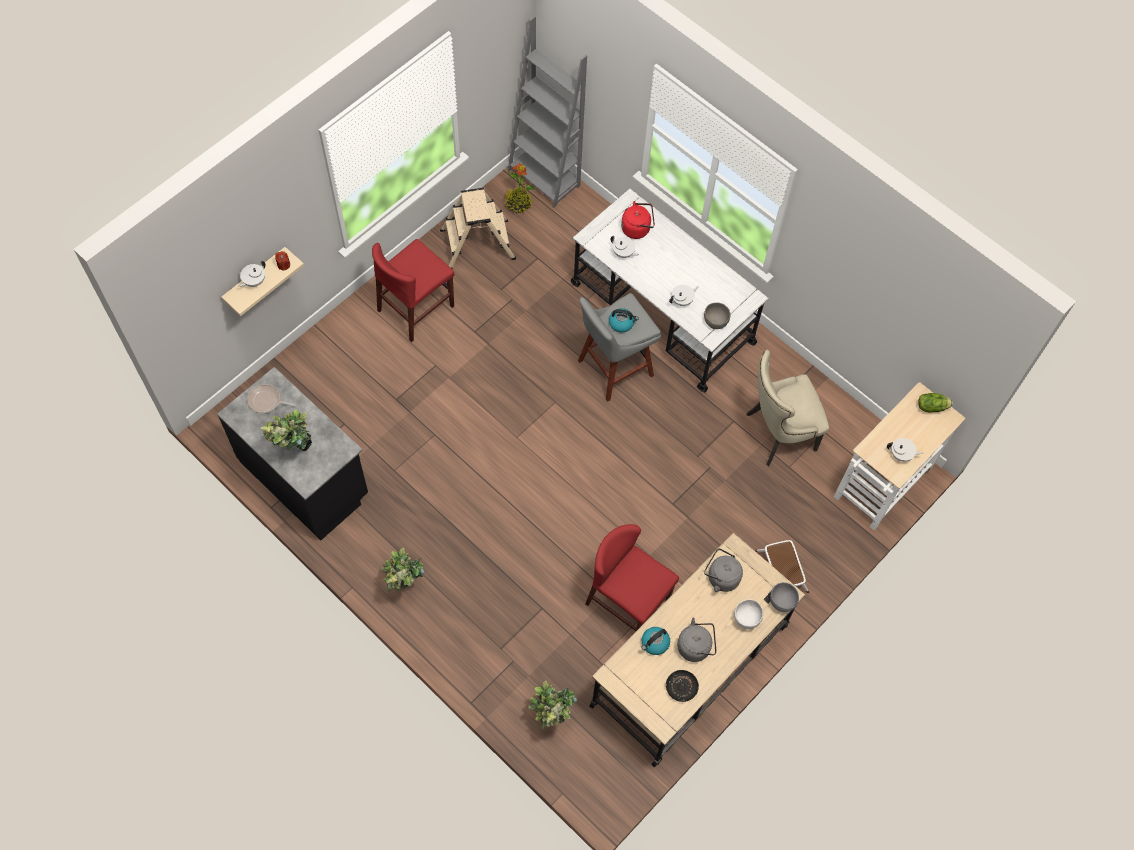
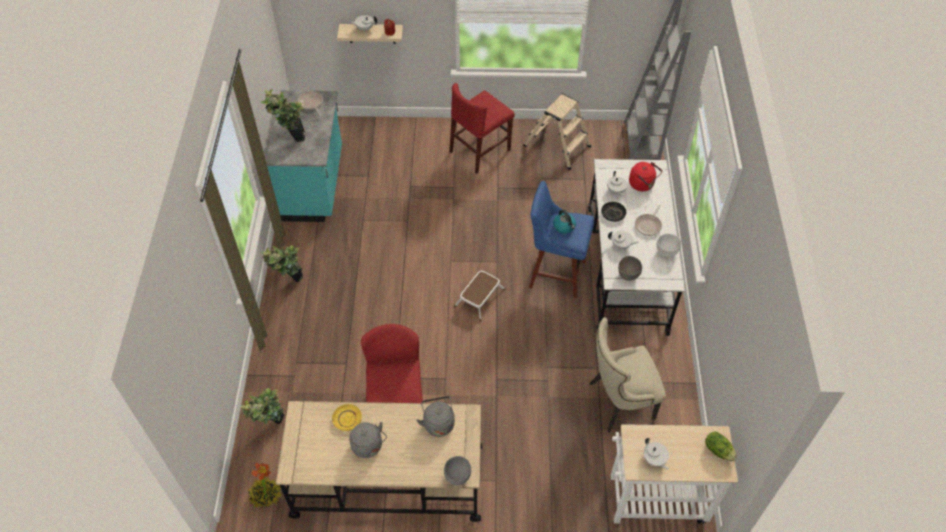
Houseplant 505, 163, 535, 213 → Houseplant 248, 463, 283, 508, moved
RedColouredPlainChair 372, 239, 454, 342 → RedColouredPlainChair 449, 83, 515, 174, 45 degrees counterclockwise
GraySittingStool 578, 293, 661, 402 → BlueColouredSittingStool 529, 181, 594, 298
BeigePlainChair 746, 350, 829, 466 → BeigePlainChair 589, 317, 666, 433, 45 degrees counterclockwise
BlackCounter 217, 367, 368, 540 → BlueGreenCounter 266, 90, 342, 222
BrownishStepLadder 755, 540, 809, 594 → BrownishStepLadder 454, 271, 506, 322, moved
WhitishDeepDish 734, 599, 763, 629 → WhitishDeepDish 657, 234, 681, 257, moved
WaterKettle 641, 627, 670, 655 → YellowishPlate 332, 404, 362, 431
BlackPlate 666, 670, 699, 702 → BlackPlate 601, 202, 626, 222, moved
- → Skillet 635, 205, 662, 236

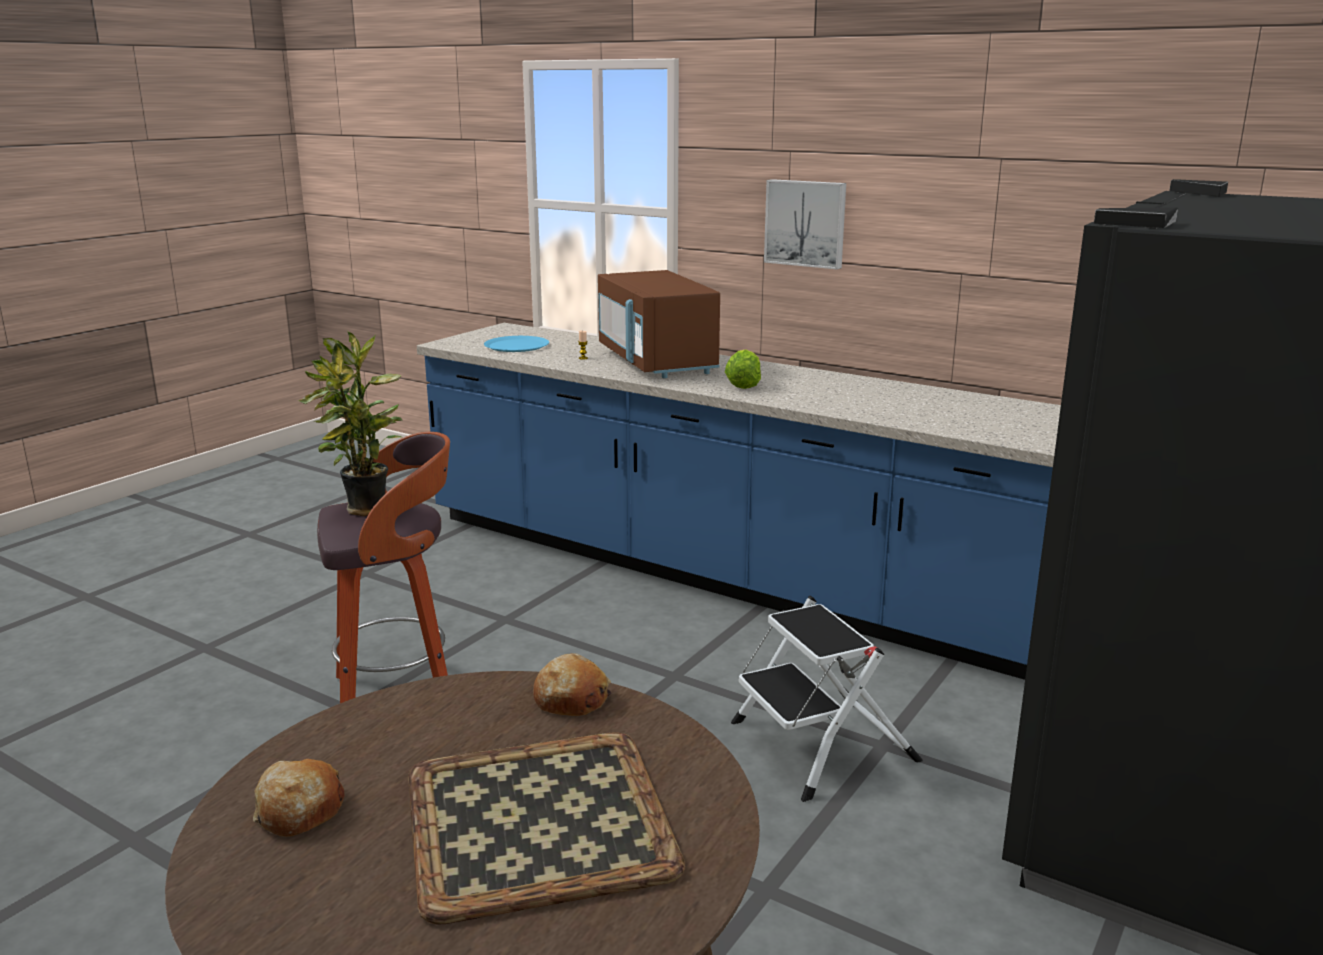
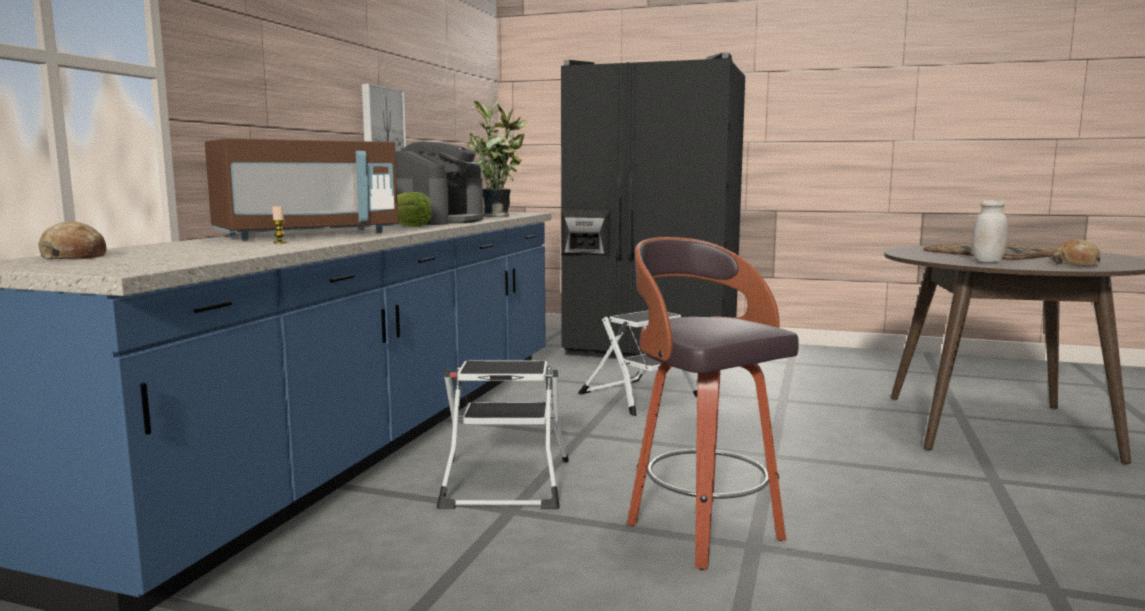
WallArt 764, 179, 846, 269 → WallArt 362, 84, 406, 152, moved
Houseplant 298, 331, 403, 516 → Houseplant 467, 100, 527, 217, moved
BlueColouredPlate 484, 336, 549, 352 → -
BakedBread 533, 653, 612, 716 → BakedBread 38, 221, 106, 260, moved
- → CoffeeMaker 395, 141, 484, 225
- → WhitishStorageJar 972, 200, 1008, 262
- → StepLadder 437, 361, 569, 509

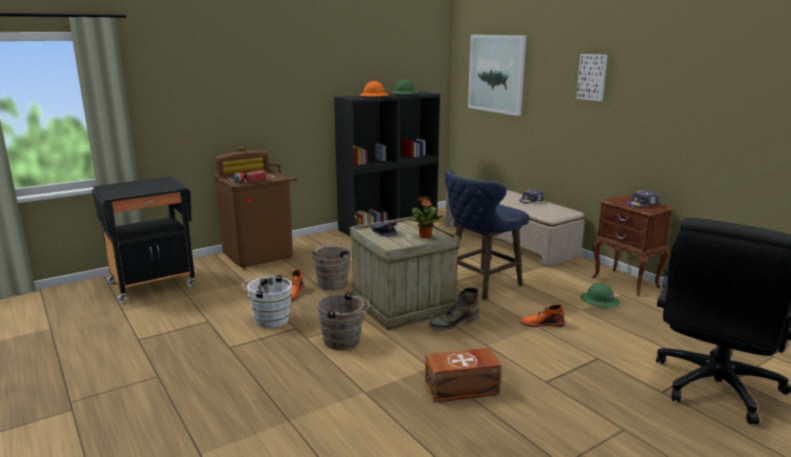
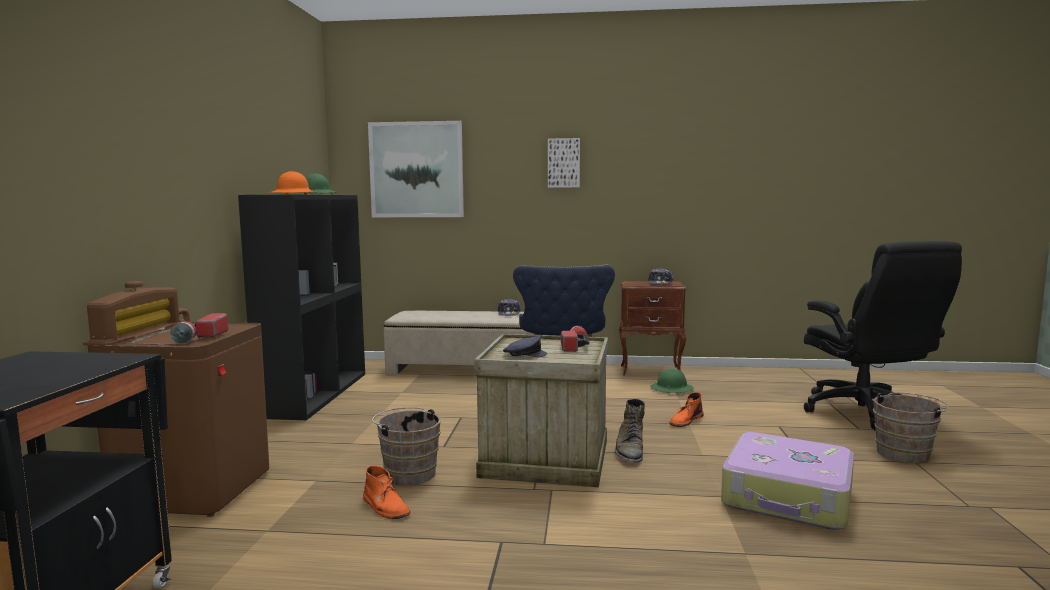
Houseplant 410, 196, 444, 238 → HandTorch 561, 326, 589, 352
WhitishBucket 242, 275, 292, 328 → -
BrownishBucket 317, 292, 369, 350 → BrownishBucket 873, 392, 948, 464, moved
BrownishStorageBox 425, 348, 501, 403 → Suitcase 721, 432, 854, 530

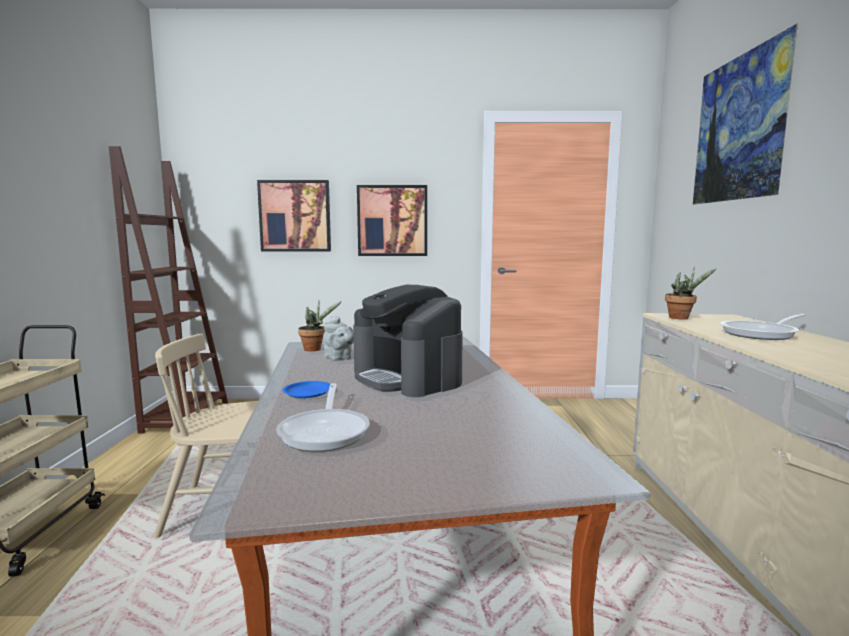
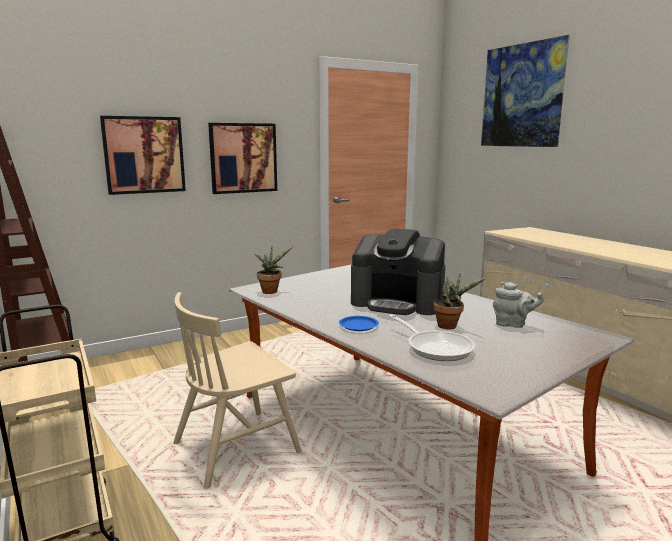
Houseplant 665, 266, 716, 319 → Houseplant 433, 273, 486, 329, moved
Skillet 720, 314, 805, 340 → -
GrayTeaPot 323, 316, 354, 360 → GrayTeaPot 493, 282, 544, 328, moved

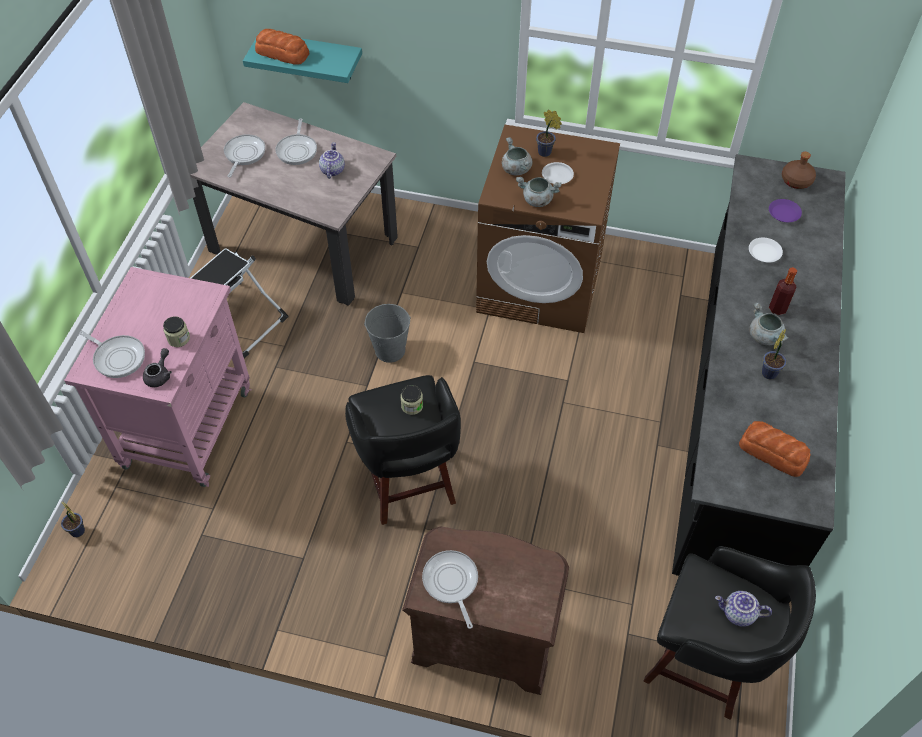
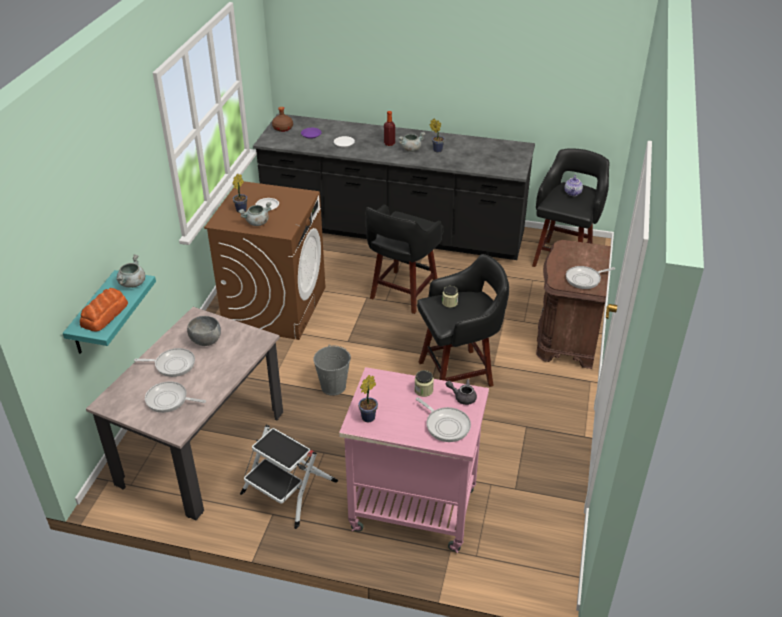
TeaPot 319, 142, 345, 179 → GrayDeepDish 187, 316, 221, 346
GrayStockpot 516, 177, 562, 207 → GrayStockpot 117, 254, 145, 288, moved
Skillet 79, 331, 145, 378 → Skillet 416, 397, 471, 442, 105 degrees clockwise
BakedBread 739, 421, 811, 477 → -
Houseplant 61, 502, 85, 537 → Houseplant 358, 375, 378, 422, moved
- → BlackSittingStool 366, 204, 443, 314

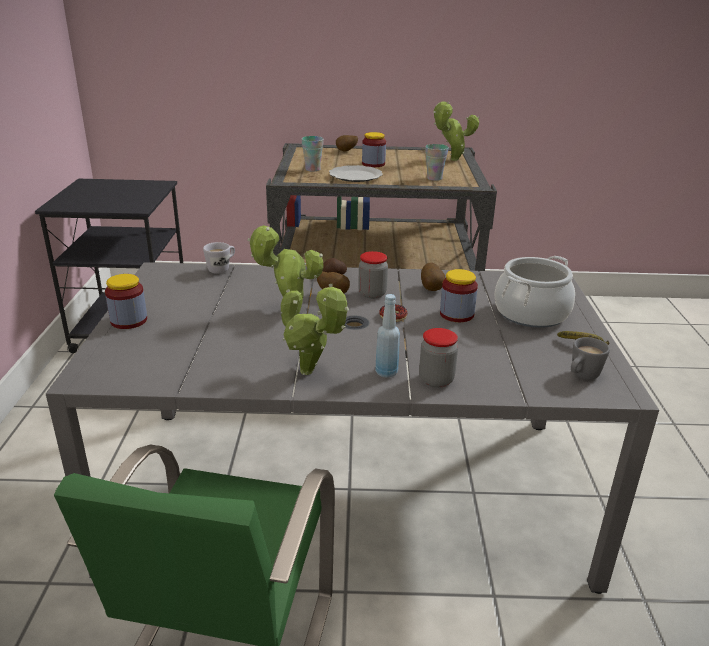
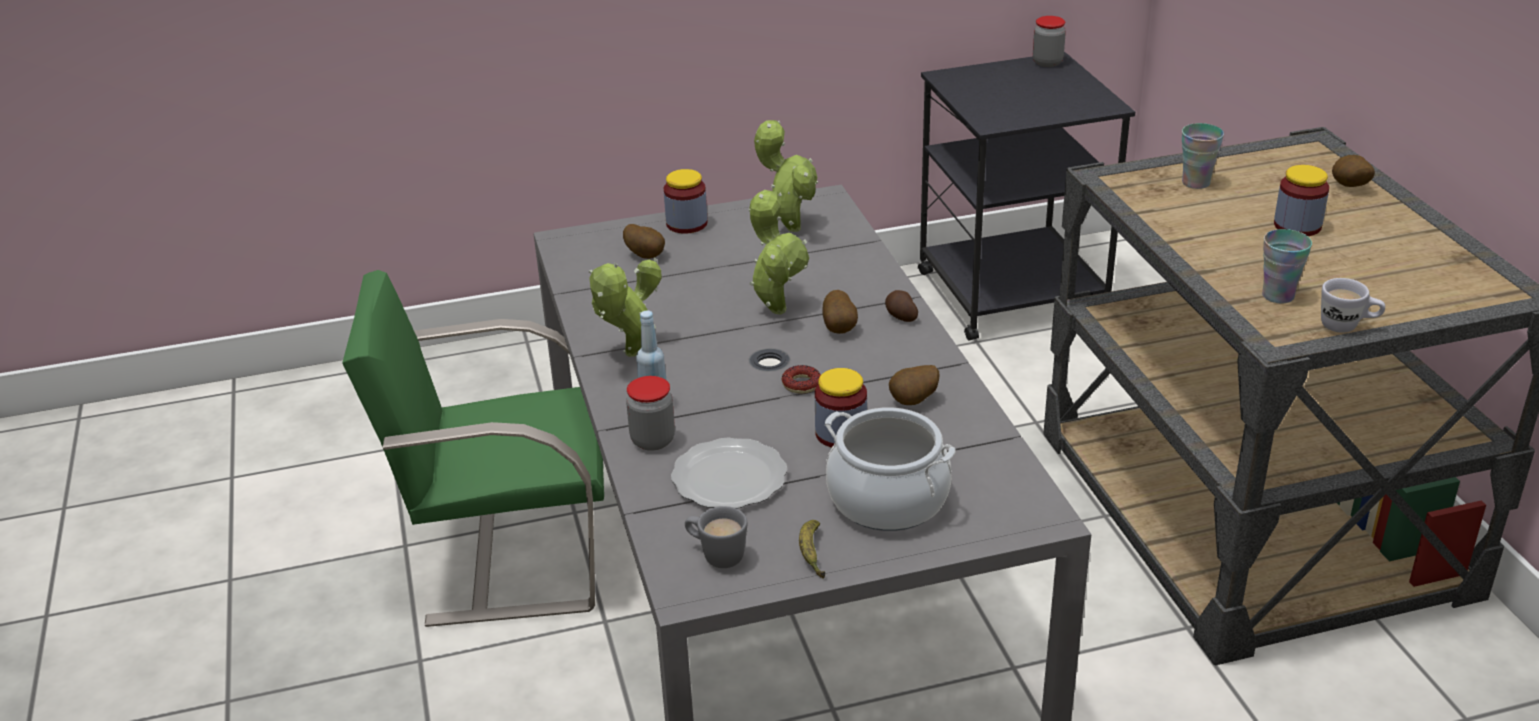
Houseplant 433, 101, 479, 161 → Houseplant 754, 120, 818, 232, moved
Plate 329, 165, 383, 182 → Plate 671, 437, 787, 509, moved
WhitishMug 203, 242, 235, 274 → WhitishMug 1321, 278, 1385, 333, moved
StorageJar 358, 251, 388, 299 → StorageJar 1033, 16, 1066, 67, moved
- → Potato 623, 224, 665, 259

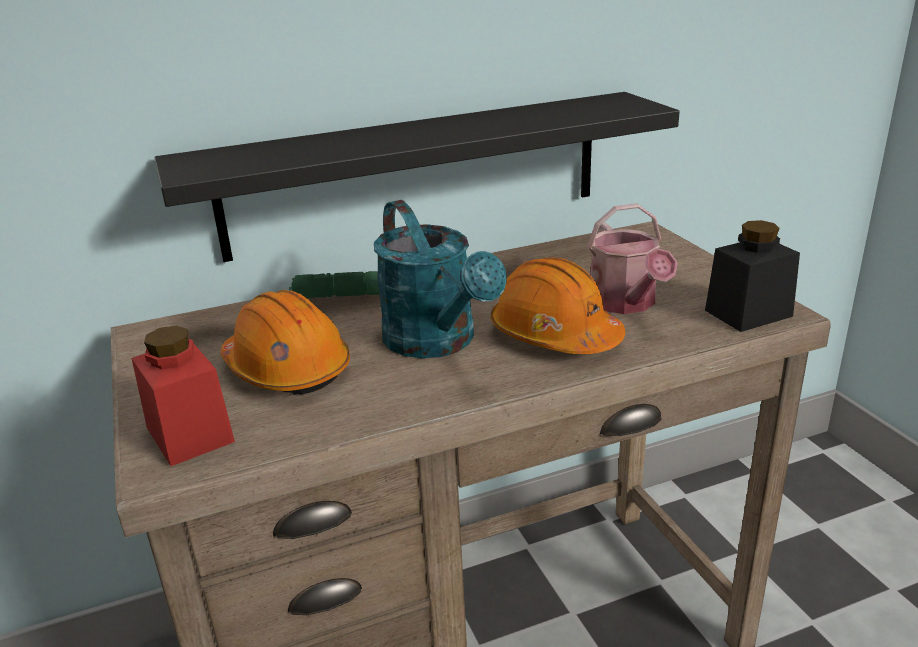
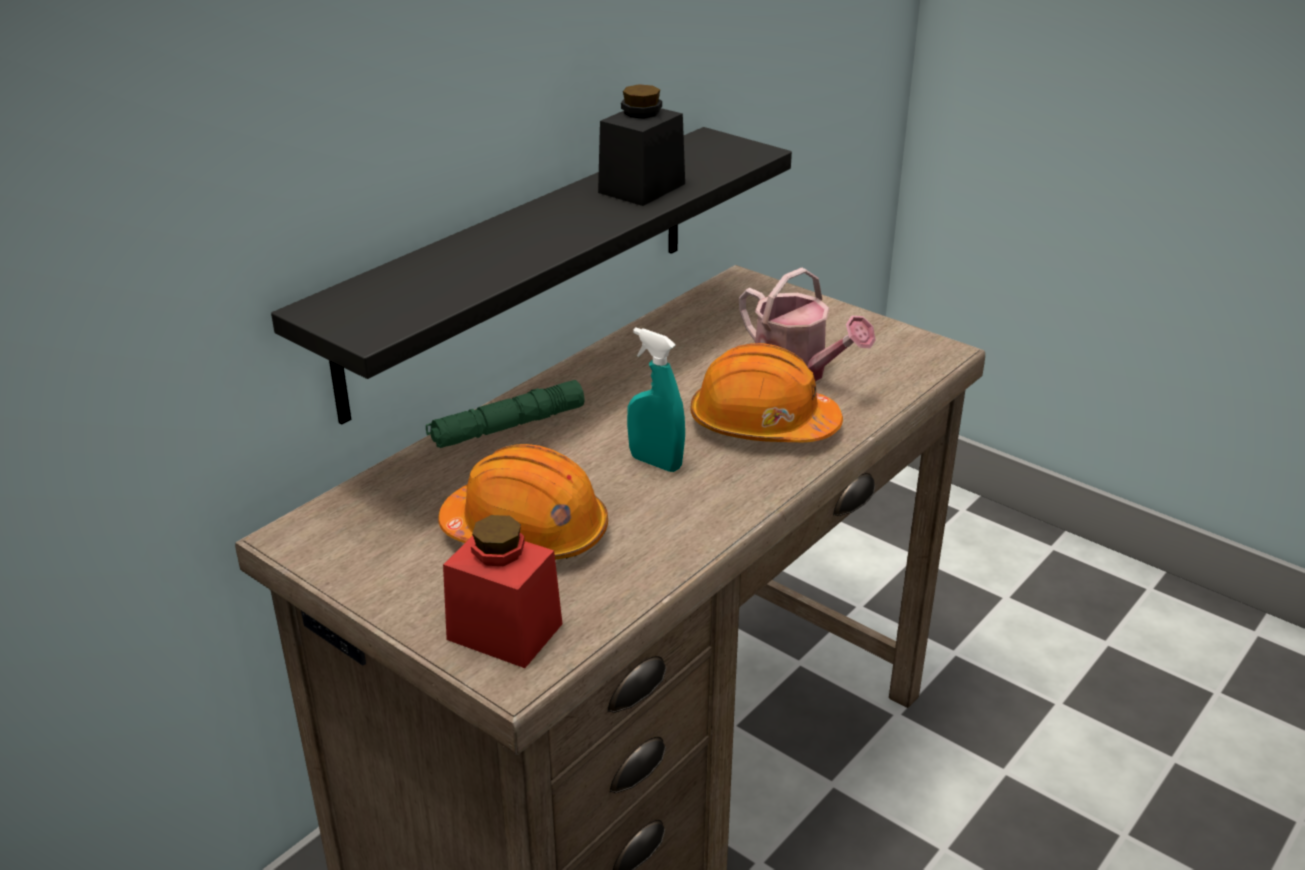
BlueGreenWateringCan 374, 200, 507, 358 → BlueGreenSprayer 627, 327, 685, 472
BlackStorageJar 705, 220, 800, 332 → BlackStorageJar 598, 84, 685, 206, moved

